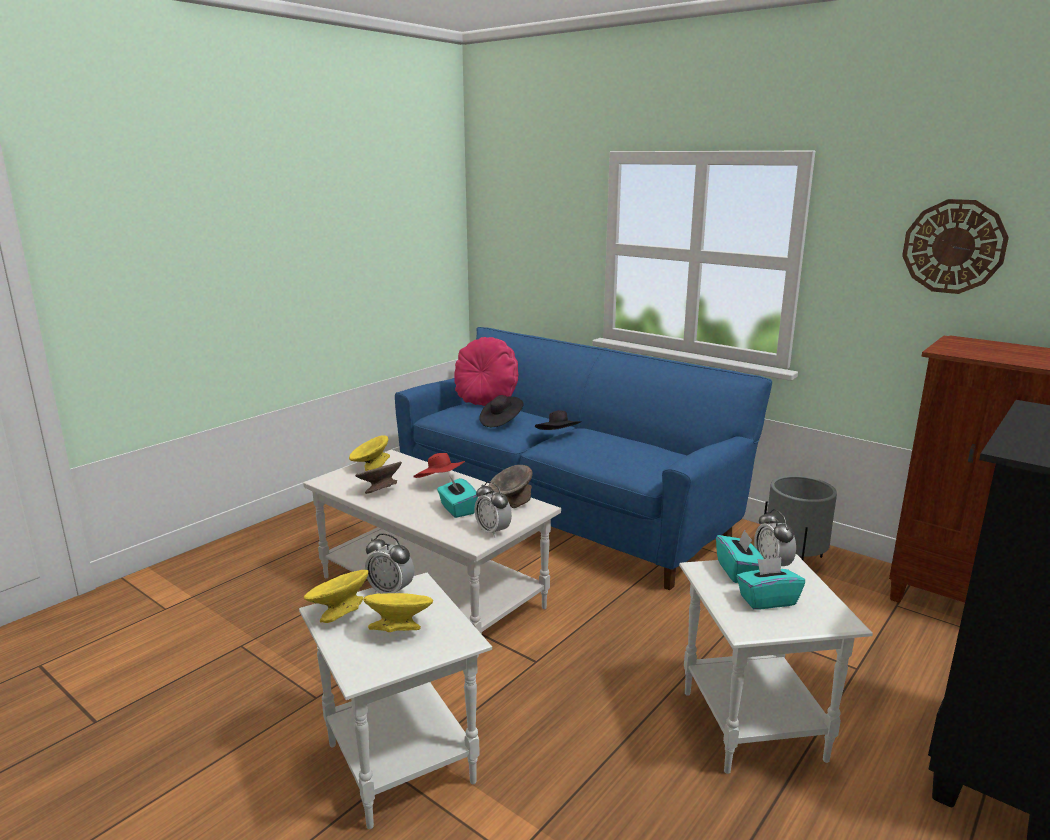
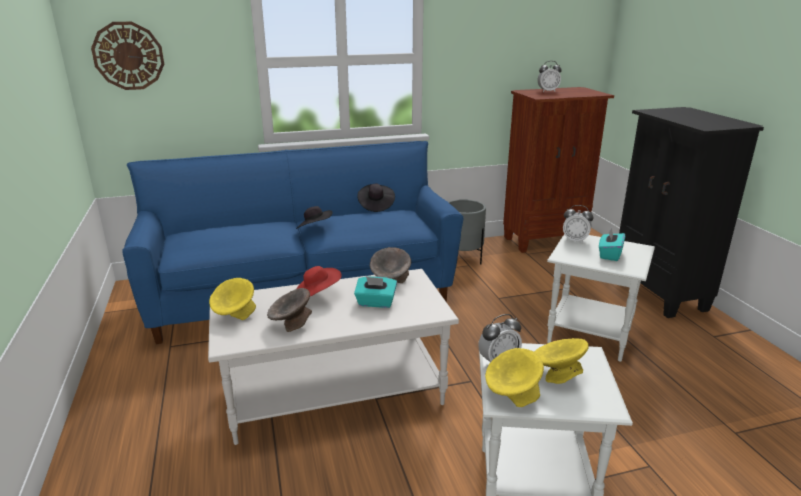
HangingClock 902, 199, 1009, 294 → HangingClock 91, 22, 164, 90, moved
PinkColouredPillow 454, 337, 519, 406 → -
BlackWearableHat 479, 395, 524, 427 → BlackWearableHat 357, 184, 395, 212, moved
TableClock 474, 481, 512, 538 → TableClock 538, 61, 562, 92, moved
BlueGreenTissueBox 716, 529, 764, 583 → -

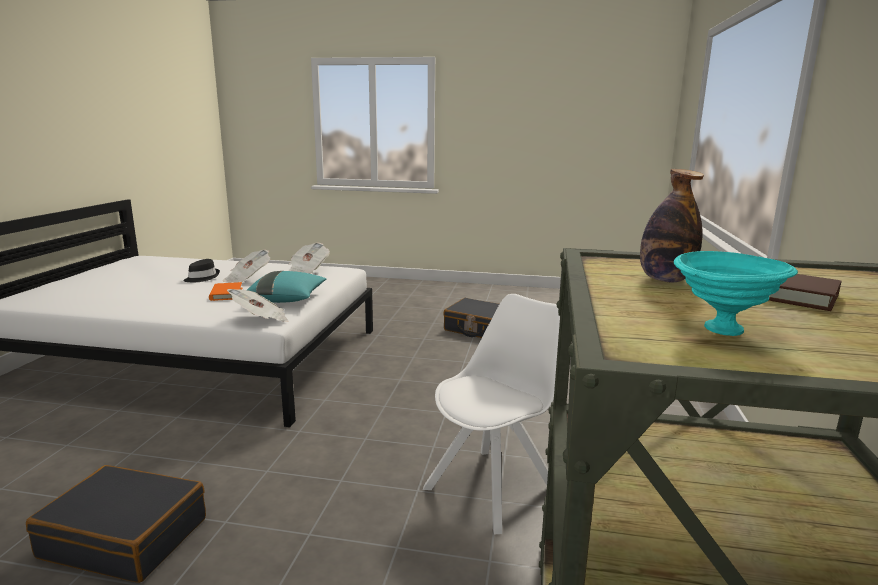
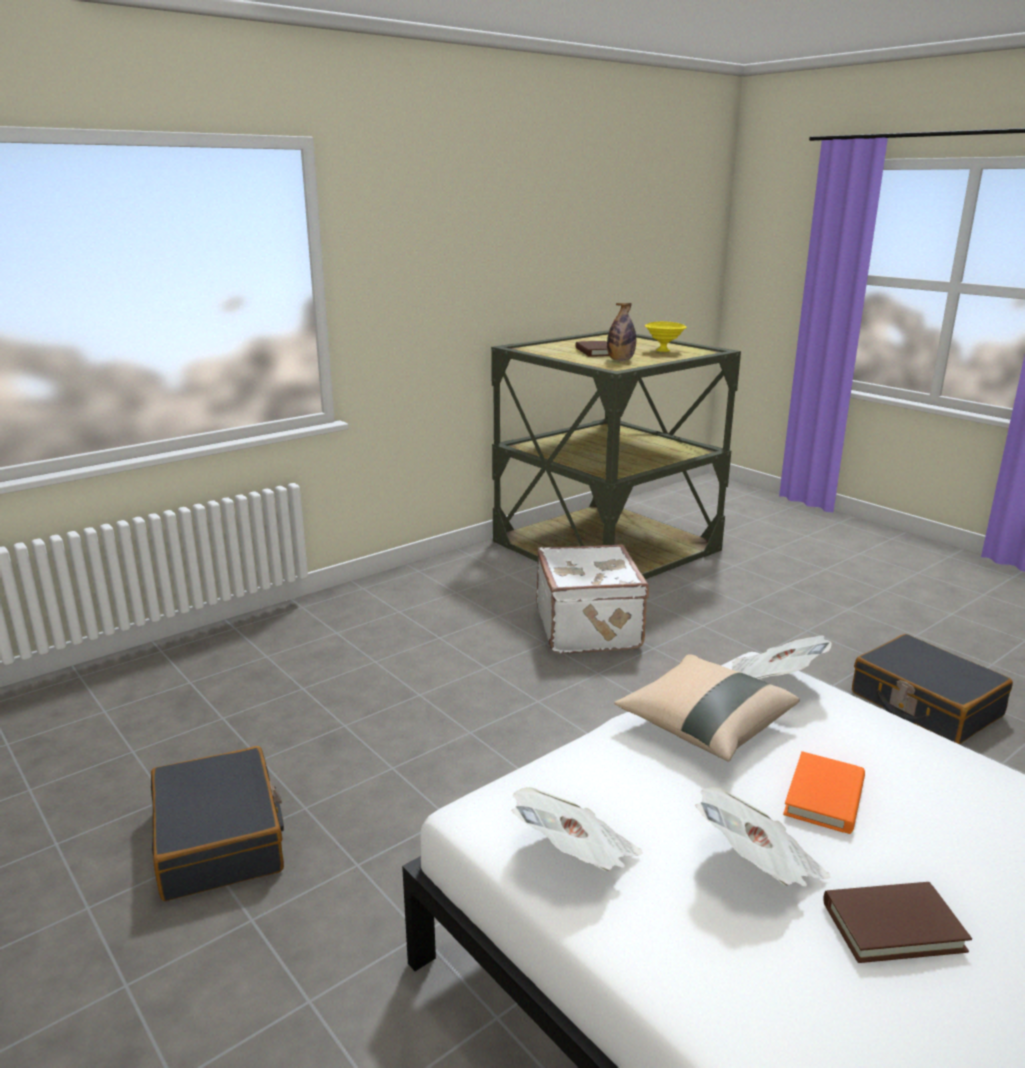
BlueGreenDeepDish 674, 251, 798, 336 → YellowishDeepDish 645, 321, 687, 352
BlackWearableHat 184, 259, 220, 282 → BrownishVolume 824, 882, 972, 963
BlueGreenPillow 247, 271, 326, 303 → BeigePillow 614, 654, 800, 761
WhitishPlainChair 423, 294, 560, 535 → WhitishSuitcase 536, 544, 649, 654

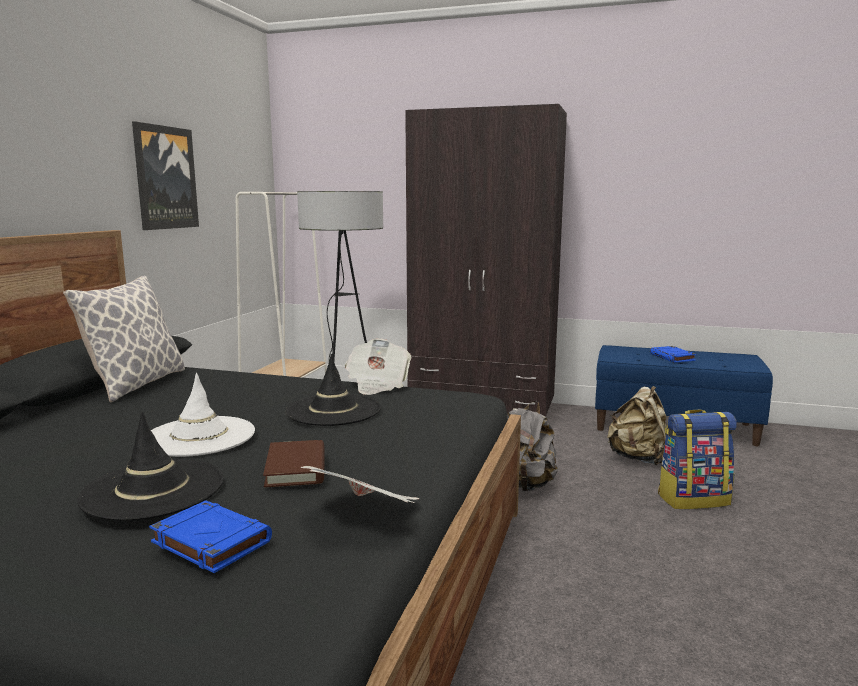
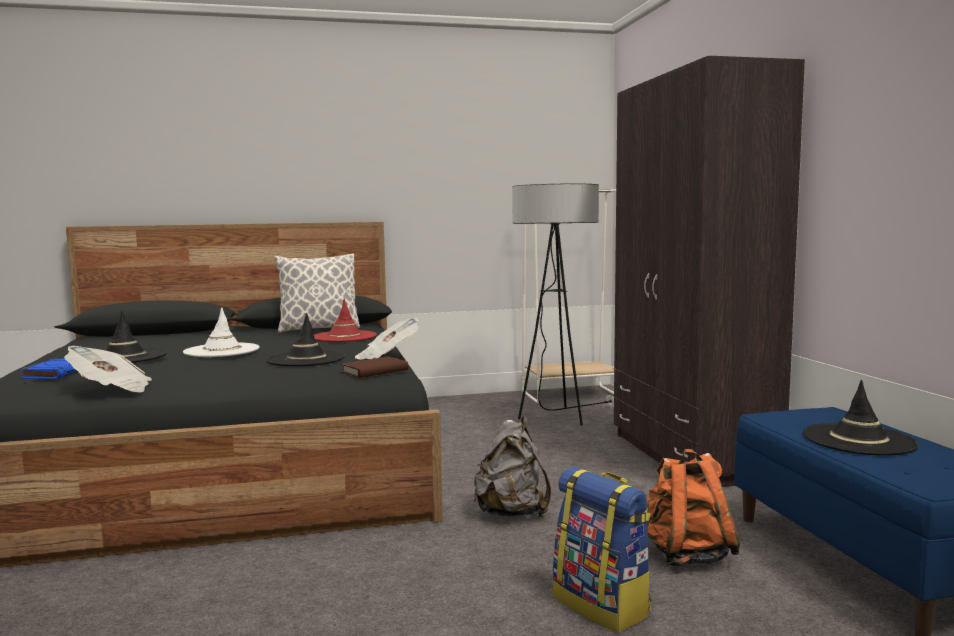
WallArt 132, 121, 199, 230 → -
BlueColouredVolume 650, 346, 696, 363 → BlackWearableHat 803, 380, 919, 456
BeigeRucksack 607, 386, 667, 465 → OrangeRucksack 646, 449, 741, 566
BrownishVolume 263, 440, 324, 487 → BrownishVolume 341, 357, 408, 378, moved
- → RedColouredWearableHat 314, 298, 377, 342

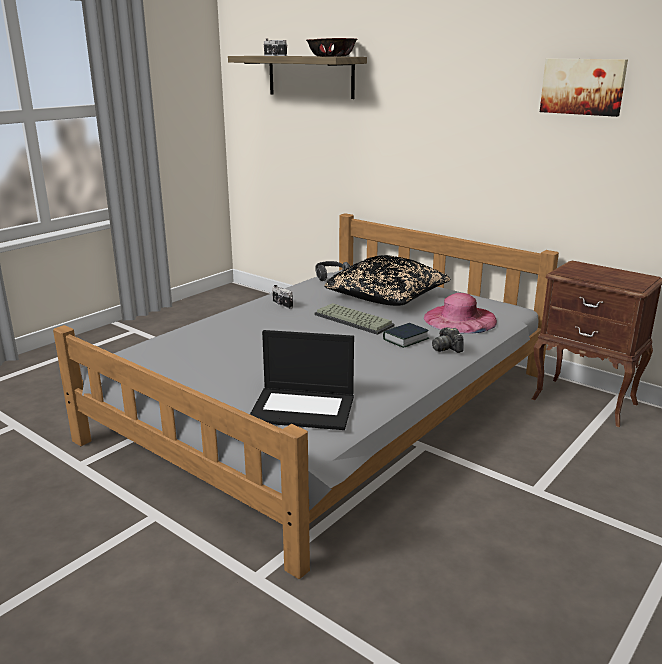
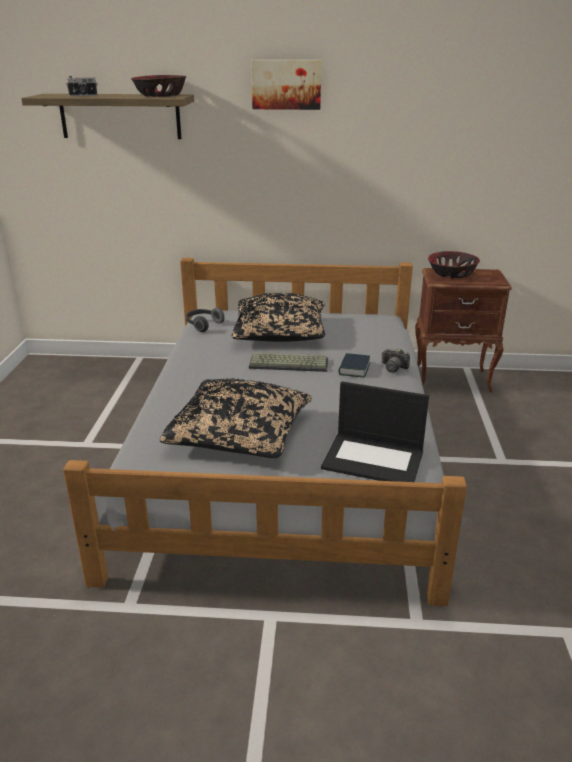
WallArt 540, 59, 628, 117 → WallArt 251, 60, 321, 110, moved
PhotoCamera 272, 285, 293, 309 → -
PinkColouredWearableHat 424, 293, 497, 334 → -
PortableComputer 250, 330, 354, 430 → PortableComputer 321, 381, 429, 482, 45 degrees clockwise
- → DeepDish 428, 251, 480, 278
- → BlackPillow 160, 378, 312, 458

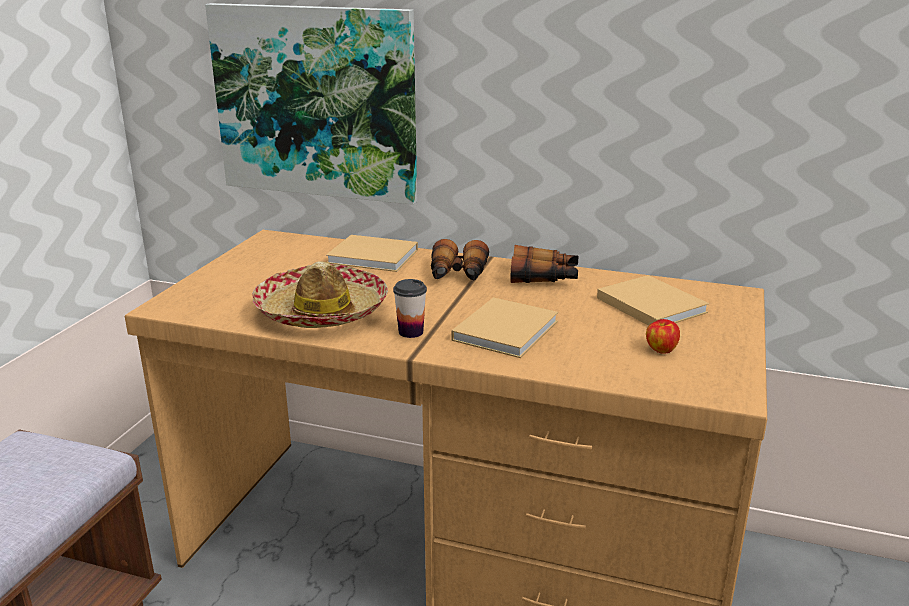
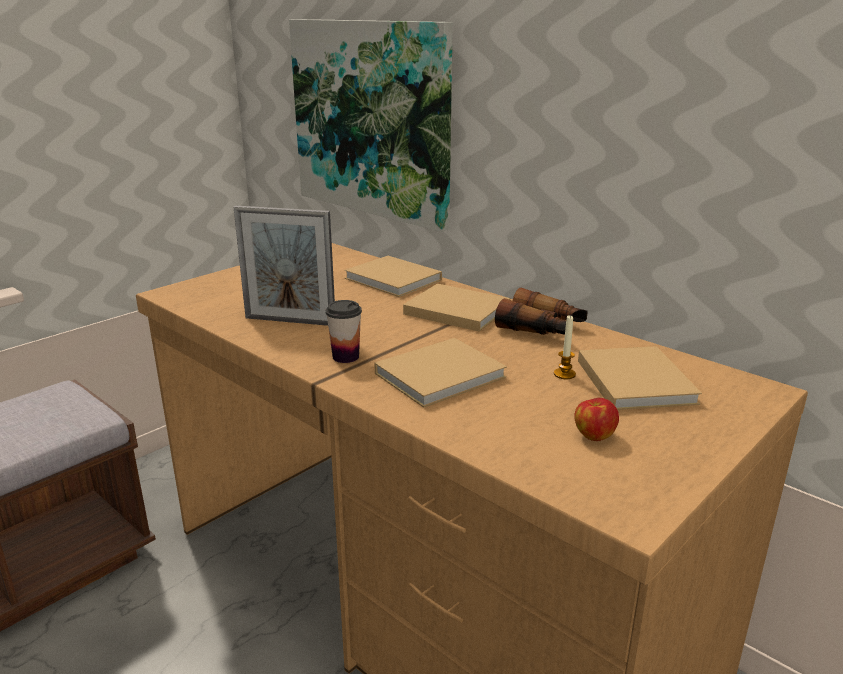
FieldGlasses 431, 239, 489, 280 → BeigeVolume 403, 284, 510, 332
WearableHat 252, 261, 388, 328 → PictureFrame 233, 206, 335, 326
- → WaxCandle 554, 315, 576, 379

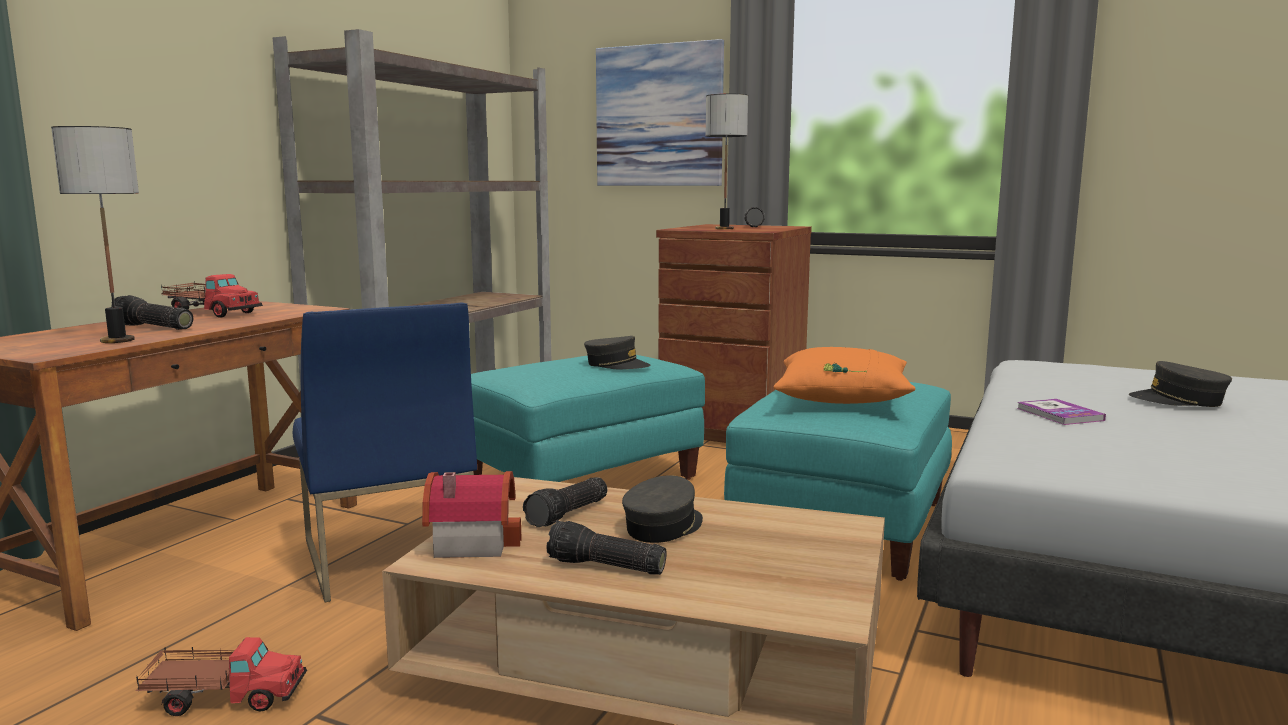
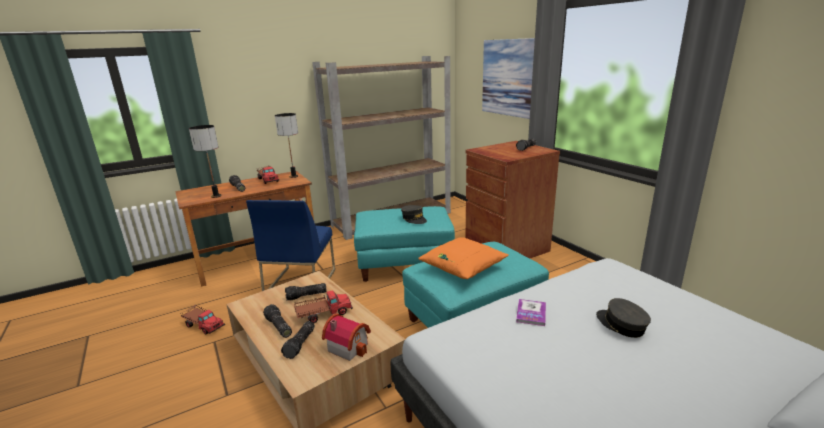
LampForATable 706, 94, 748, 229 → LampForATable 275, 113, 298, 178, moved
ToyHouse 422, 471, 522, 558 → ToyHouse 322, 314, 371, 361, moved
GrayPeakedCap 622, 475, 703, 543 → ToyLorry 294, 290, 353, 323
- → HandTorch 281, 321, 315, 359

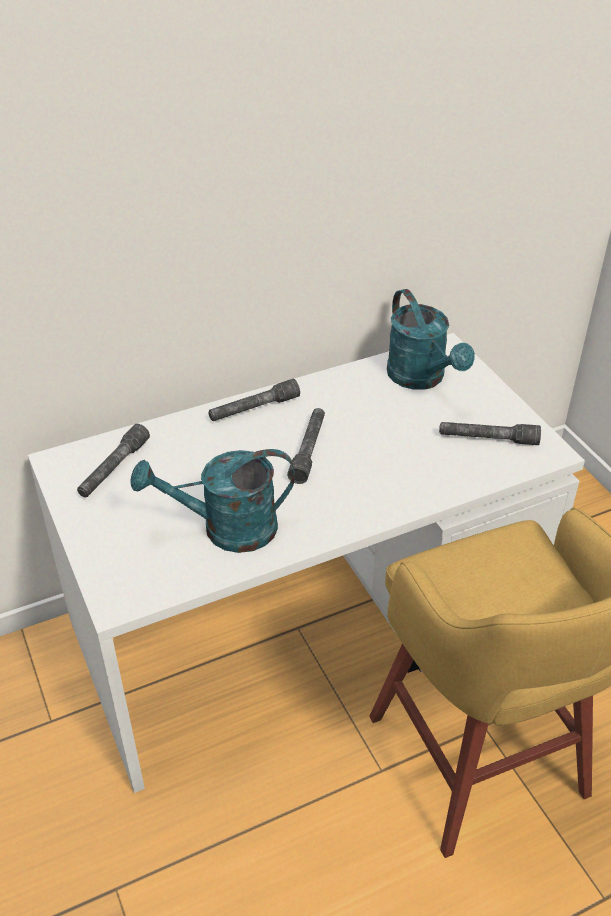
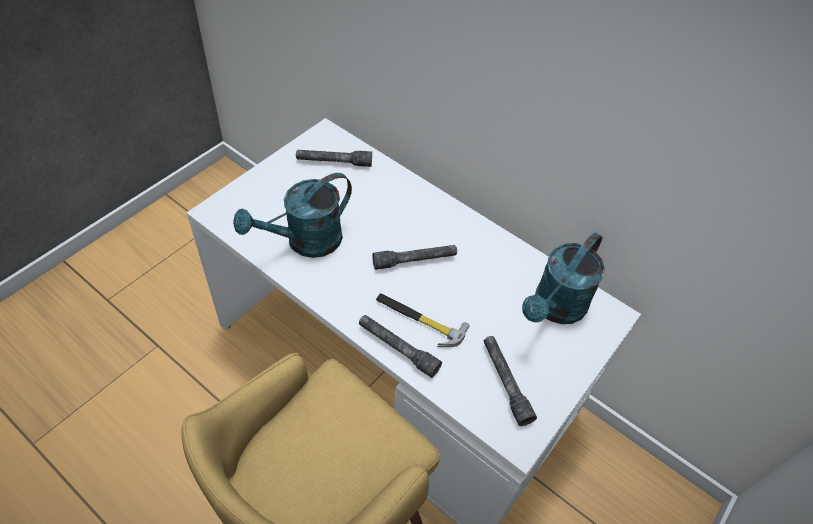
GrayHandTorch 208, 379, 300, 421 → GrayHandTorch 359, 315, 442, 378, moved
BlueGreenWateringCan 130, 449, 295, 553 → BlueGreenWateringCan 233, 173, 352, 258, 90 degrees counterclockwise
- → Hammer 376, 294, 470, 347

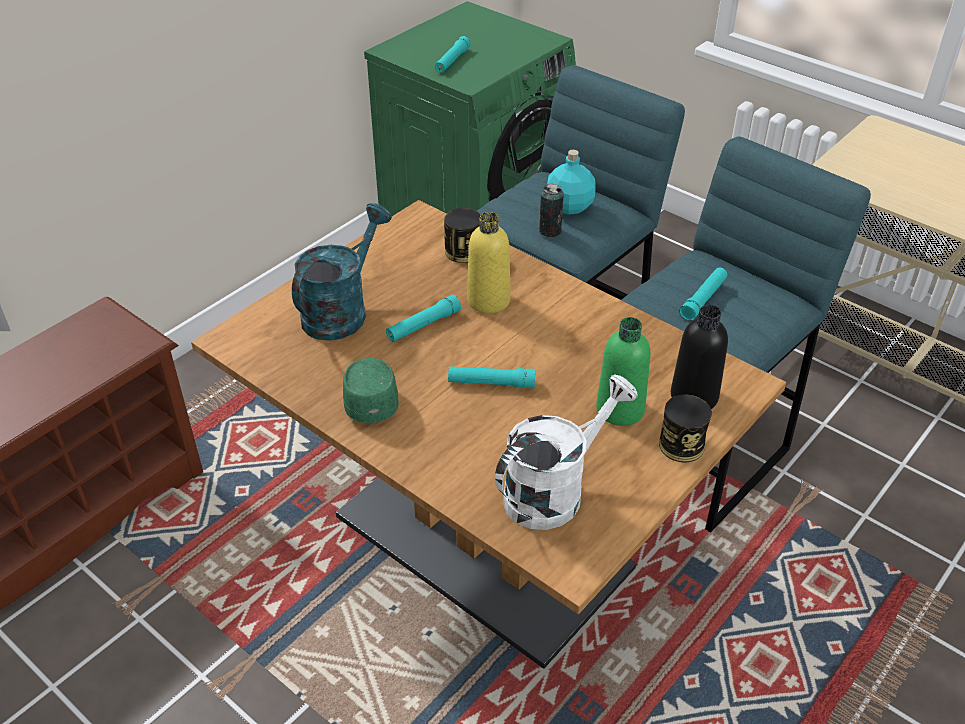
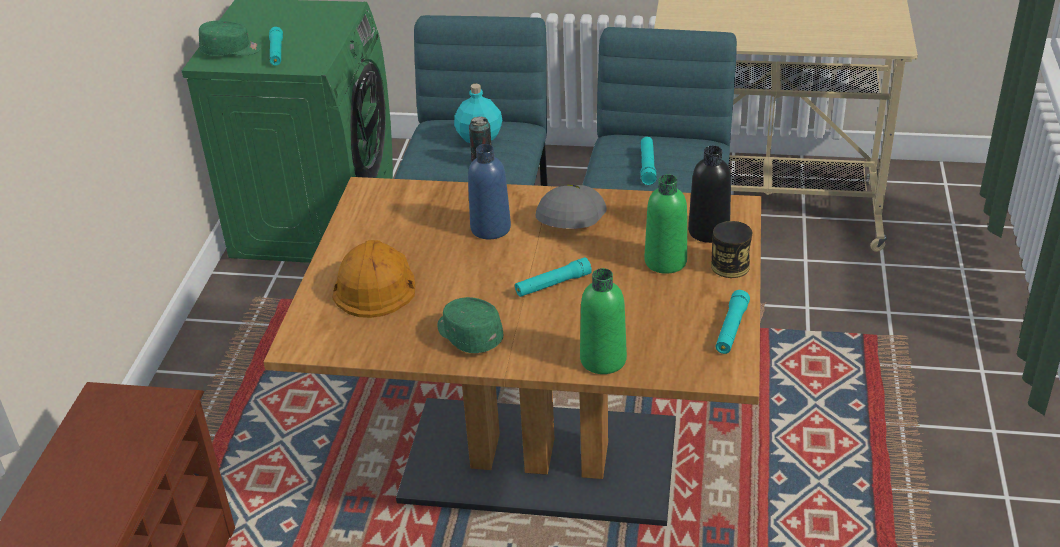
BlueGreenWateringCan 292, 203, 392, 341 → OrangeSafetyHelmet 332, 240, 415, 318
SealedCan 444, 208, 480, 263 → -
YellowishBeverageBottle 467, 212, 510, 313 → BlueColouredBeverageBottle 468, 144, 511, 239
BlueGreenHandTorch 386, 294, 461, 342 → BlueGreenHandTorch 716, 290, 750, 354, moved
WhitishWateringCan 495, 374, 638, 530 → -
- → GreenPeakedCap 199, 21, 262, 56
- → GrayPeakedCap 536, 185, 607, 229
- → GreenBeverageBottle 580, 268, 627, 374

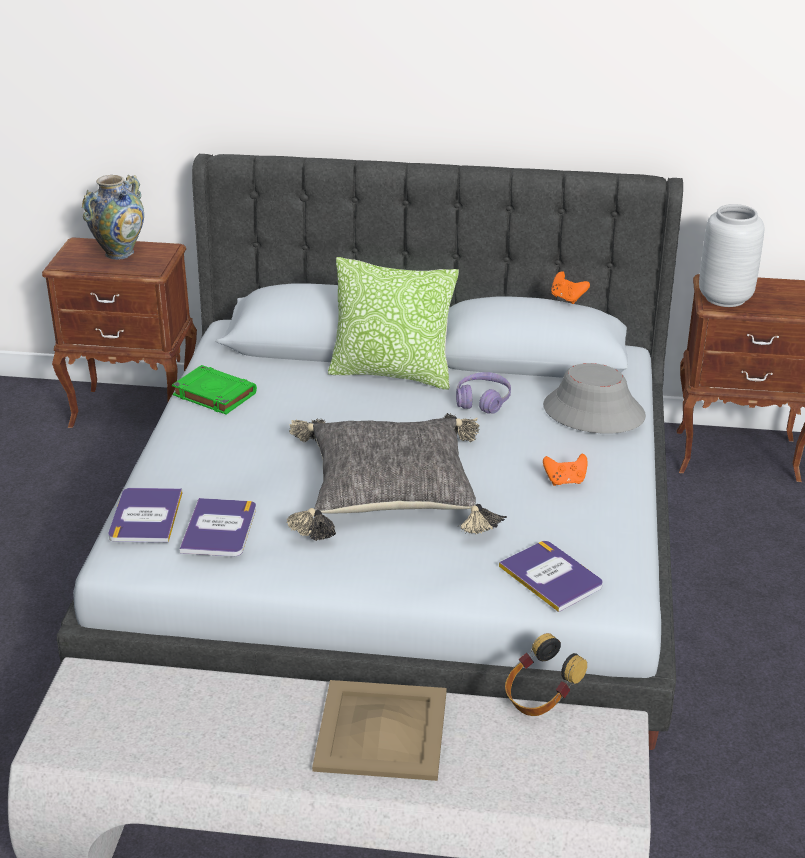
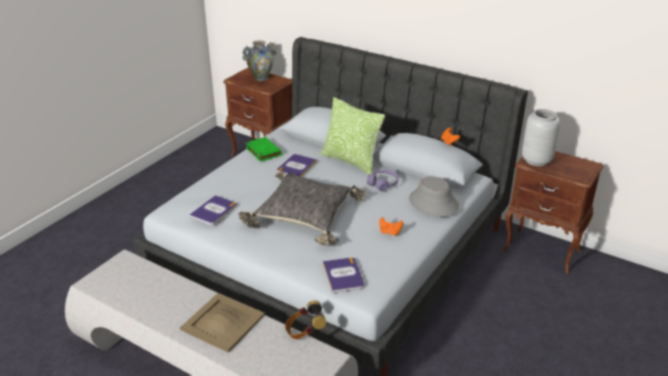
Volume 108, 488, 182, 543 → Volume 277, 154, 317, 177, moved

